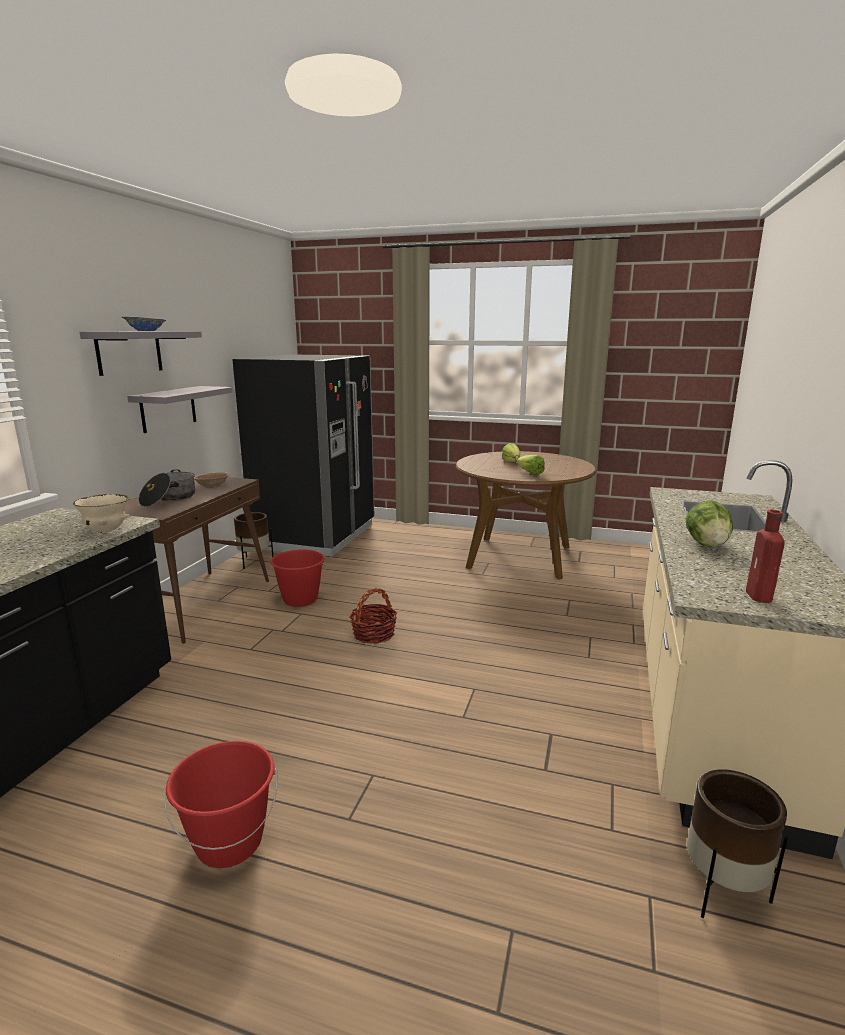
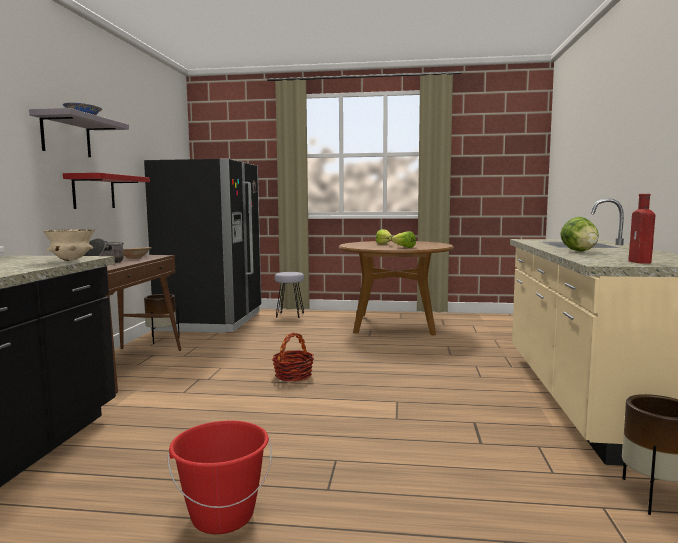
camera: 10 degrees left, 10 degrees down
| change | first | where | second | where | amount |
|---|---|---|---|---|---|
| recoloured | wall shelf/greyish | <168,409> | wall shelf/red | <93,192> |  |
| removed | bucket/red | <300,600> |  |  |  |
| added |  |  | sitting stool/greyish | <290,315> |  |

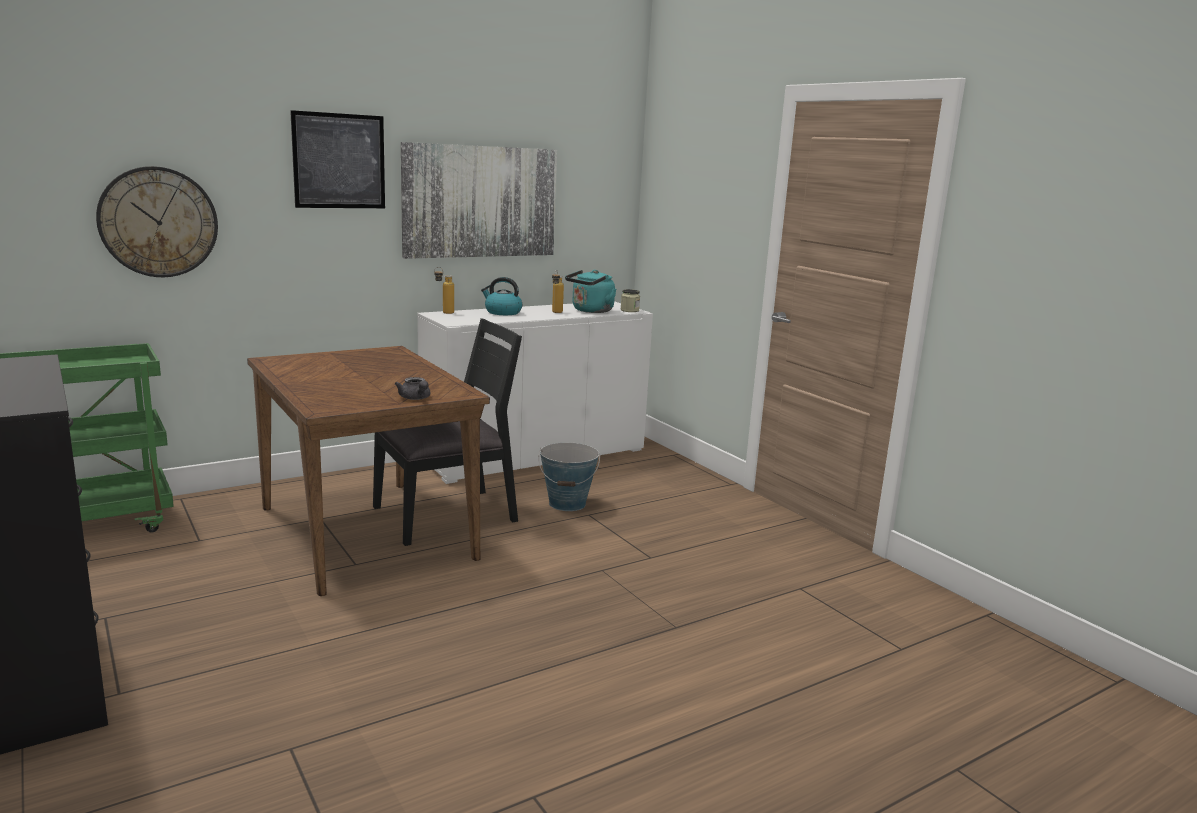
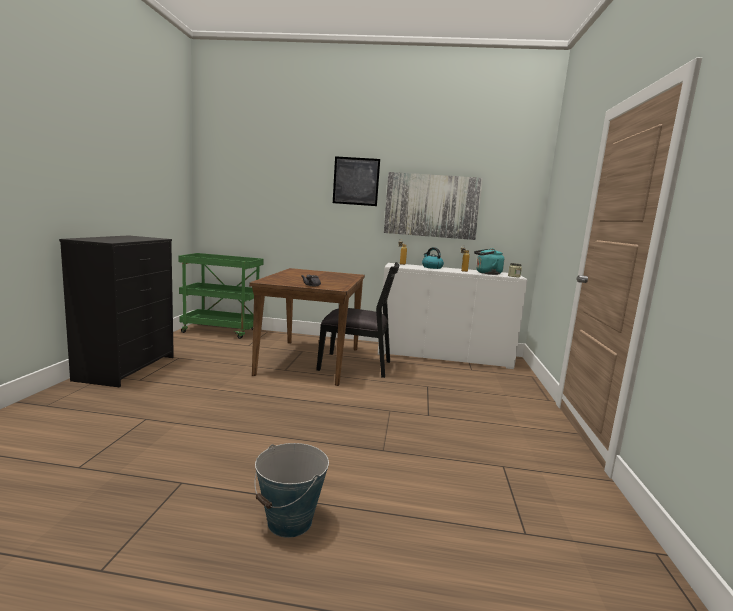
camera: 40 degrees right, 5 degrees down
| change | first | where | second | where | amount |
|---|---|---|---|---|---|
| removed | wall clock | <158,222> |  |  |  |
| moved | bucket | <567,503> |  | <290,521> |  |

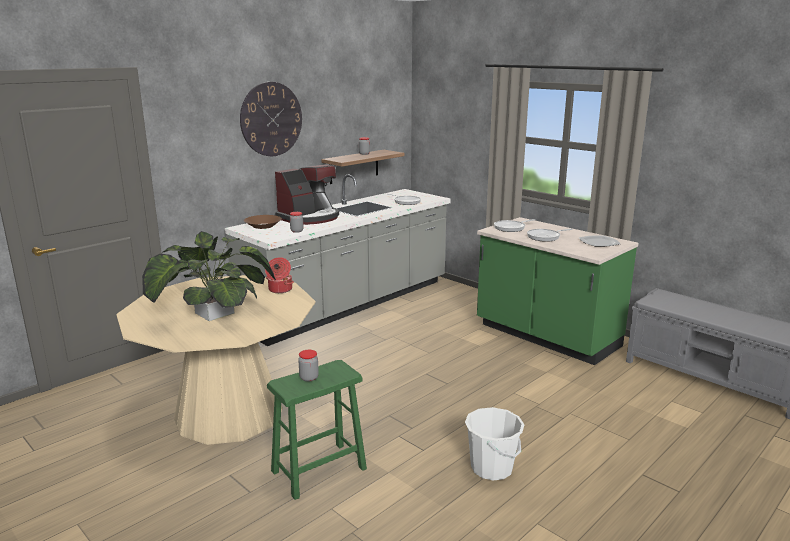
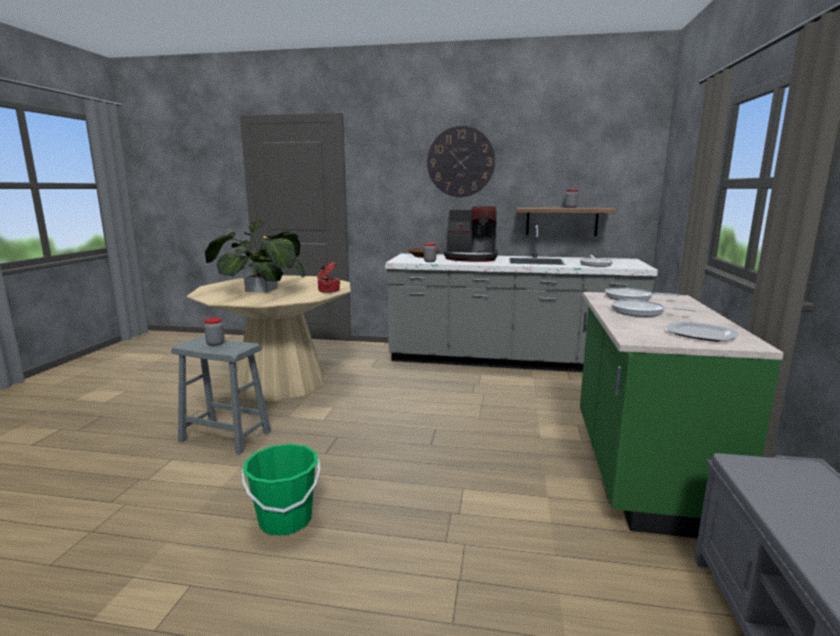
camera: 55 degrees right, 5 degrees down
| change | first | where | second | where | amount |
|---|---|---|---|---|---|
| recoloured | sitting stool/green | <319,470> | sitting stool/greyish | <225,436> |  |
| recoloured | bucket/white | <491,468> | bucket/green | <285,520> |  |

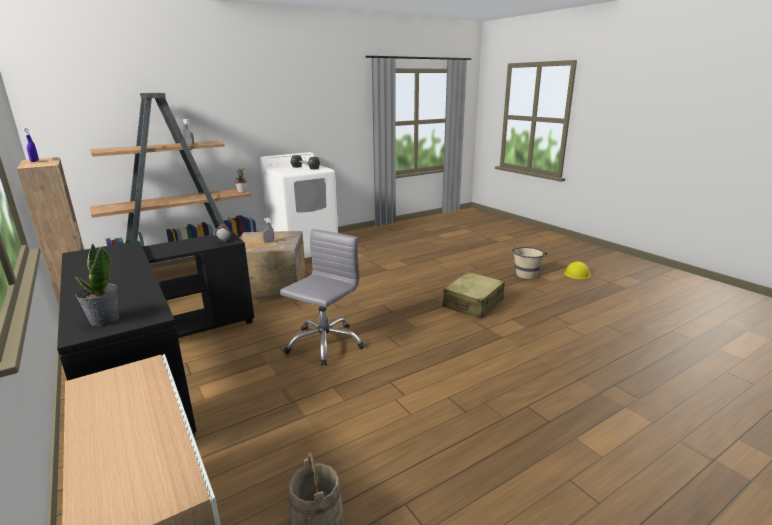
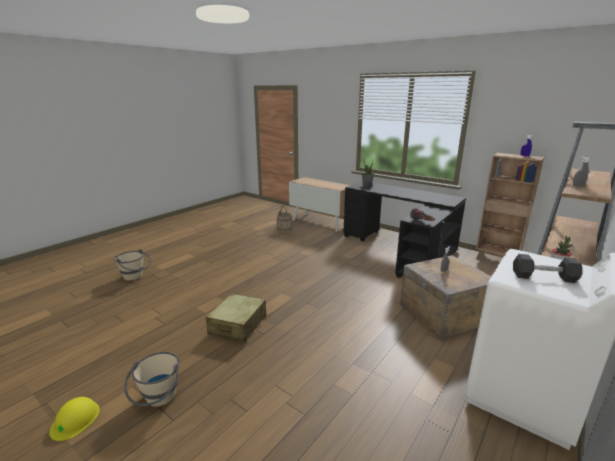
camera: 160 degrees right, 0 degrees up
| change | first | where | second | where | amount |
|---|---|---|---|---|---|
| removed | computer chair/greyish | <324,343> |  |  |  |
| added |  |  | bucket/sand-coloured | <136,277> |  |

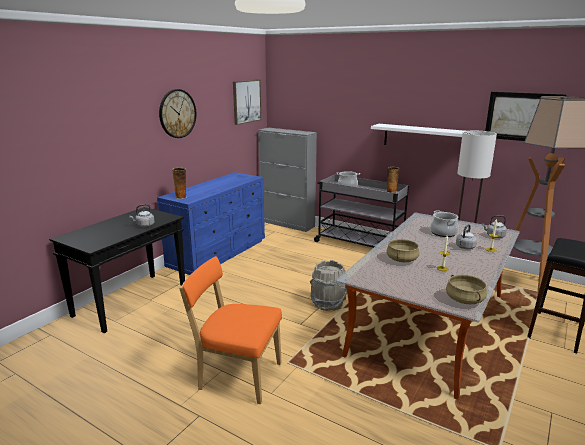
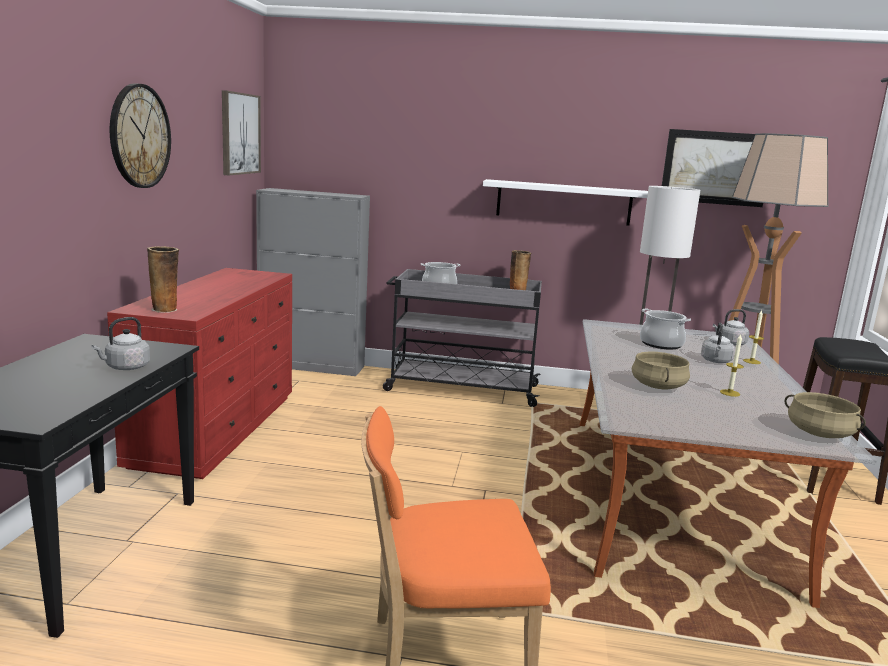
camera: 25 degrees left, 5 degrees down
| change | first | where | second | where | amount |
|---|---|---|---|---|---|
| recoloured | dresser/blue | <219,253> | dresser/red | <217,428> |  |
| removed | bucket/greyish | <328,303> |  |  |  |

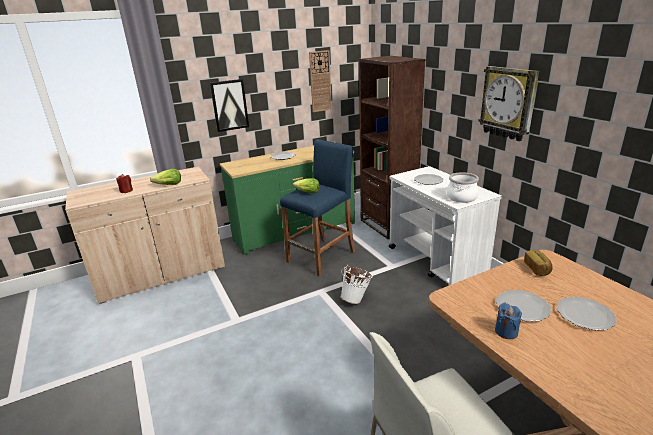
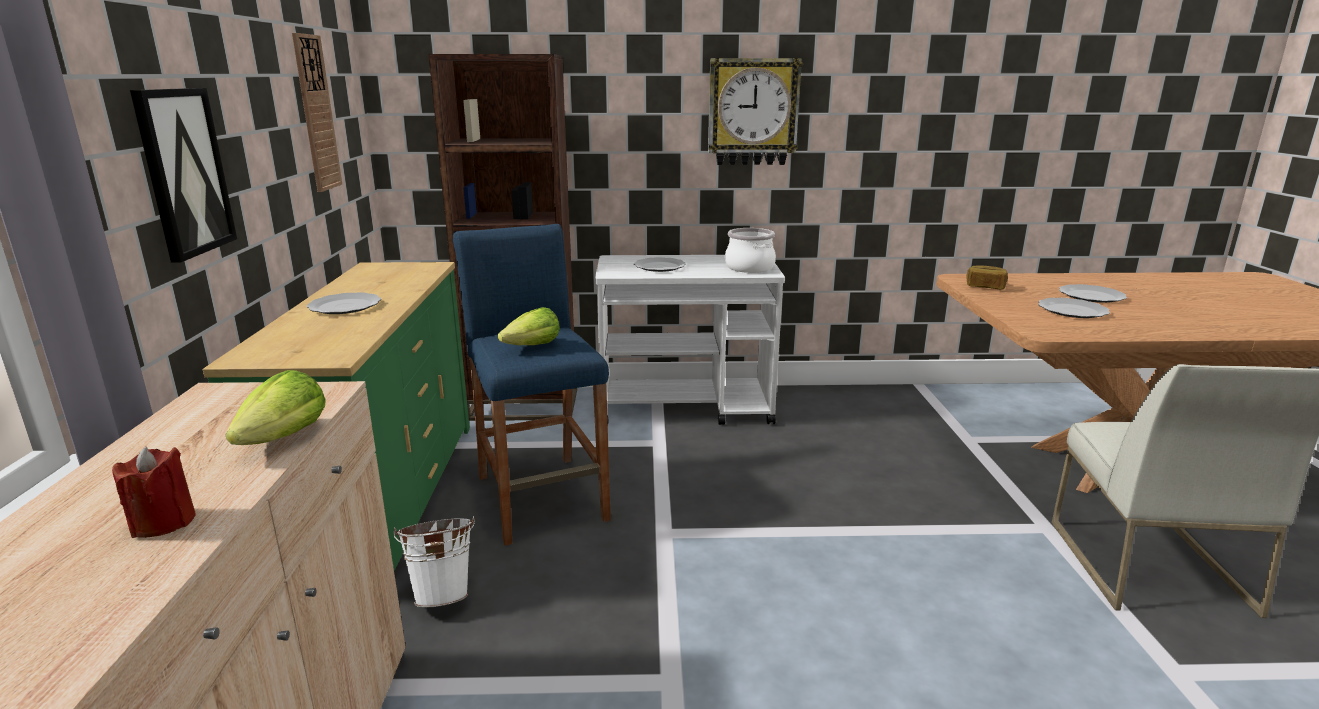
camera: 65 degrees left, 5 degrees down
| change | first | where | second | where | amount |
|---|---|---|---|---|---|
| moved | bucket/white | <356,299> |  | <443,594> |  |
| removed | wax light/blue | <506,332> |  |  |  |

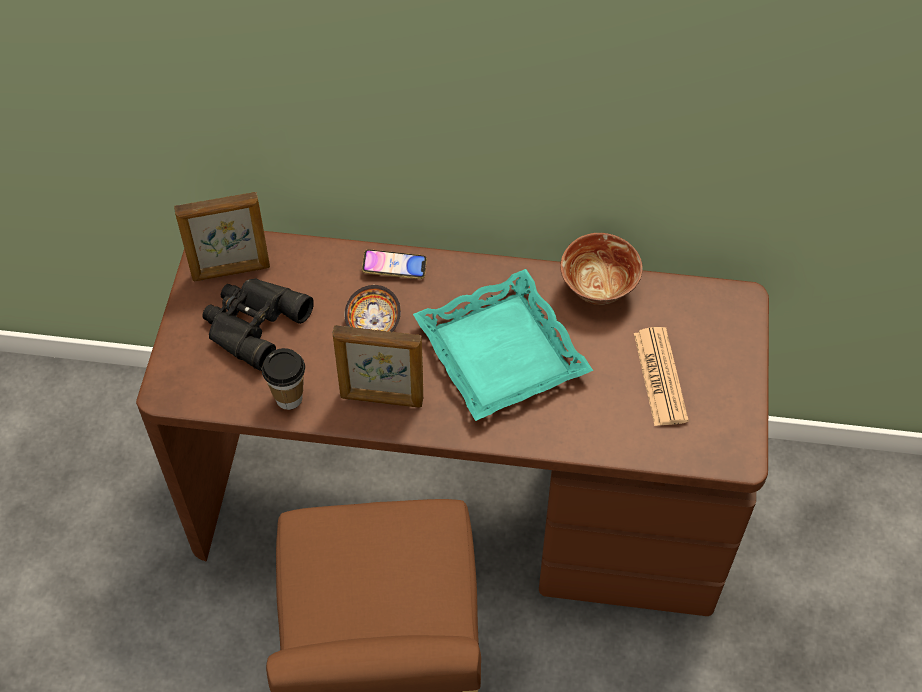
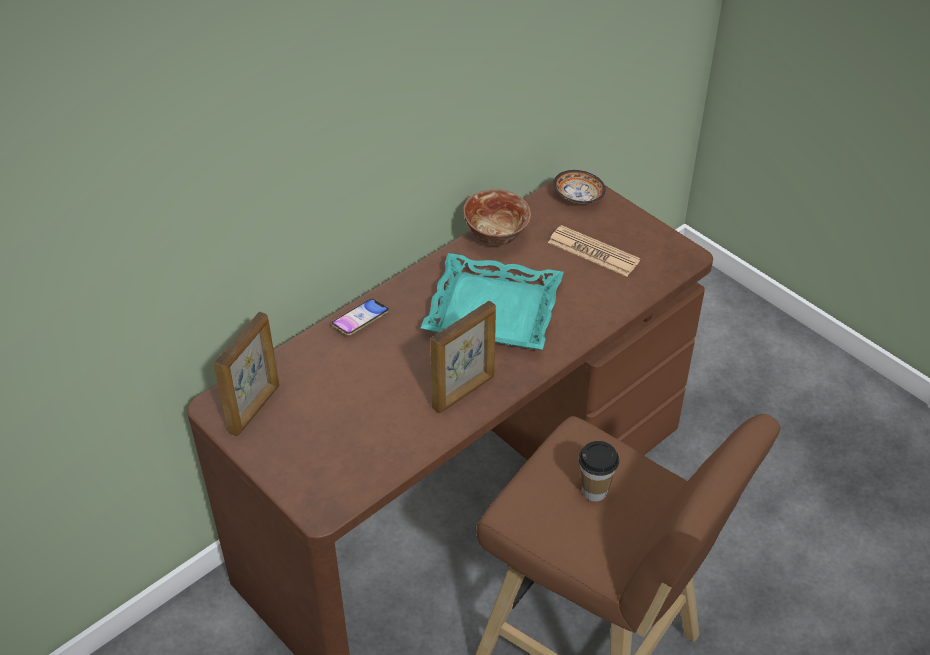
camera: 50 degrees left, 10 degrees down
| change | first | where | second | where | amount |
|---|---|---|---|---|---|
| removed | binoculars/black-coloured | <252,324> |  |  |  |
| moved | cup | <289,398> |  | <594,491> |  |
| moved | deep dish | <373,323> |  | <578,198> |  |

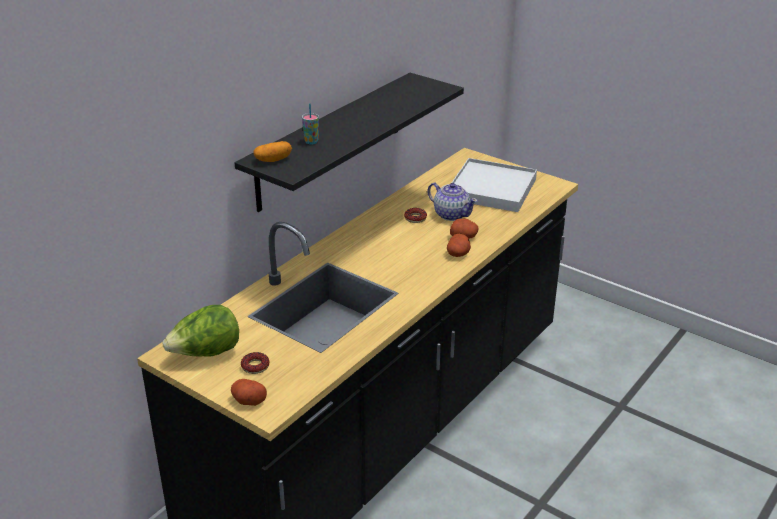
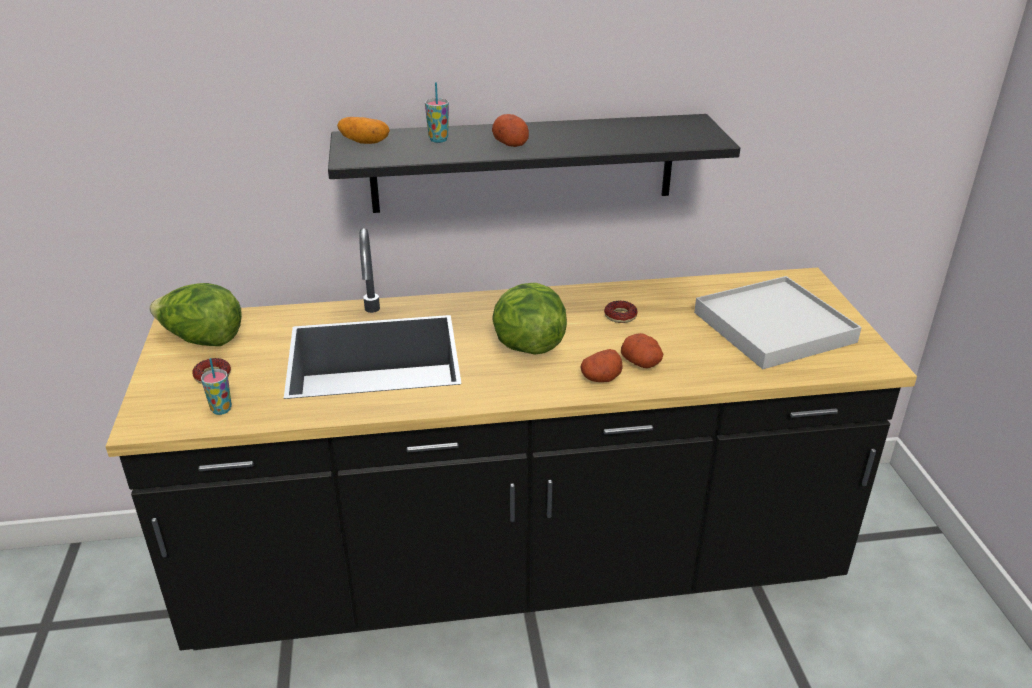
camera: 45 degrees right, 0 degrees up
| change | first | where | second | where | amount |
|---|---|---|---|---|---|
| moved | spud | <248,400> |  | <509,142> |  |
| removed | teapot | <451,214> |  |  |  |
| added |  |  | cup | <221,409> |  |
| added |  |  | lettuce | <527,346> |  |

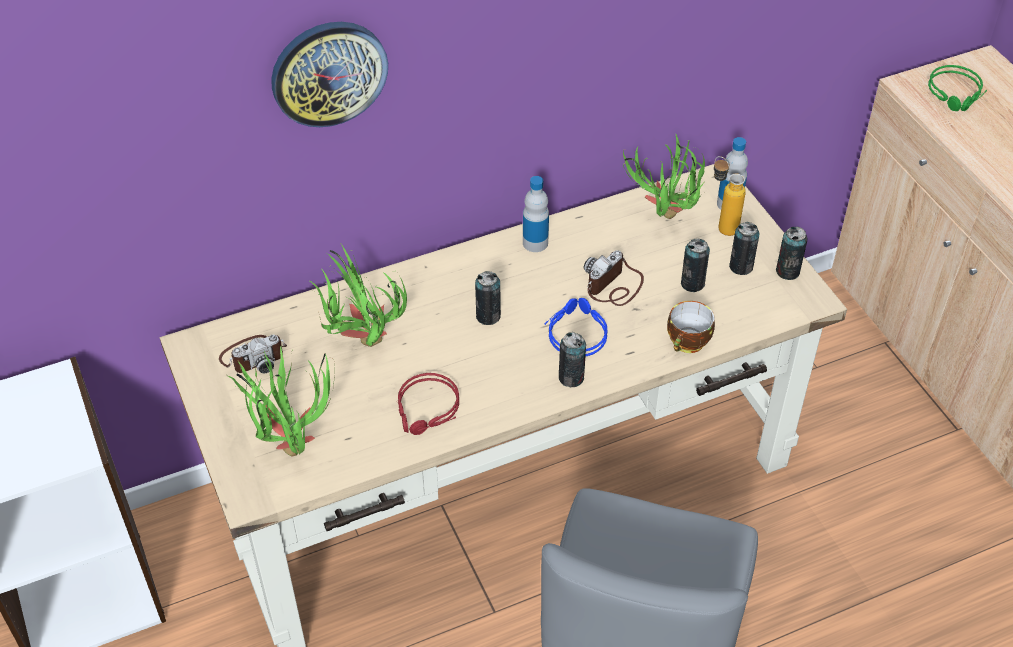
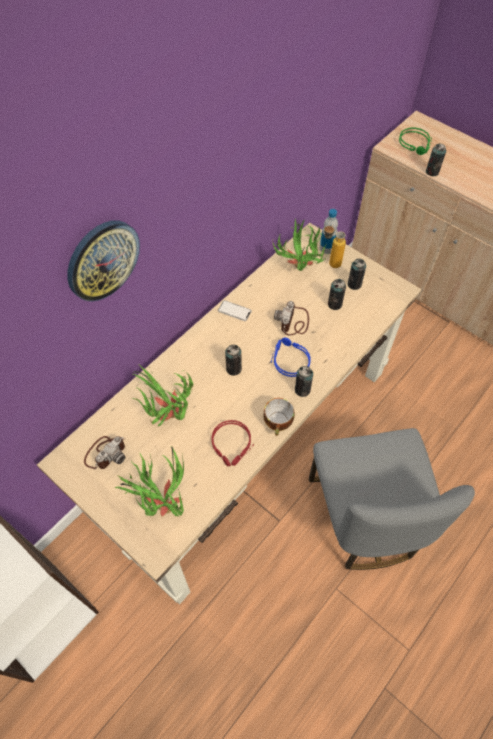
camera: 25 degrees left, 10 degrees up
| change | first | where | second | where | amount |
|---|---|---|---|---|---|
| replaced | beverage bottle | <535,243> | telephone | <234,311> |  |
| moved | cup | <688,343> |  | <278,423> |  |
| moved | can | <787,271> |  | <432,172> |  |

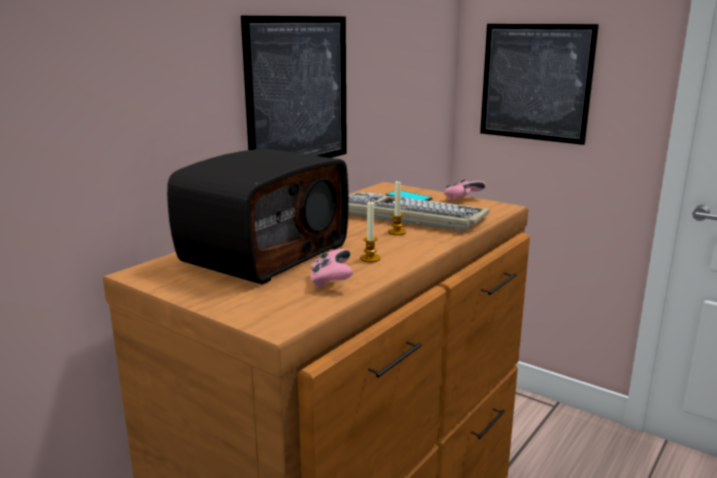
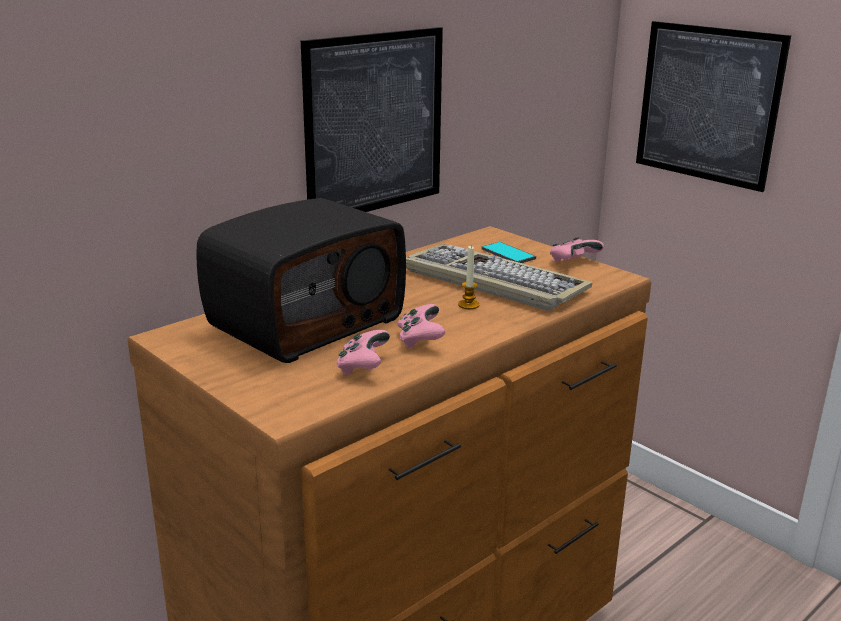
camera: 10 degrees right, 5 degrees up
| change | first | where | second | where | amount |
|---|---|---|---|---|---|
| replaced | wax light | <370,258> | game controller/pink | <420,340> |  |

